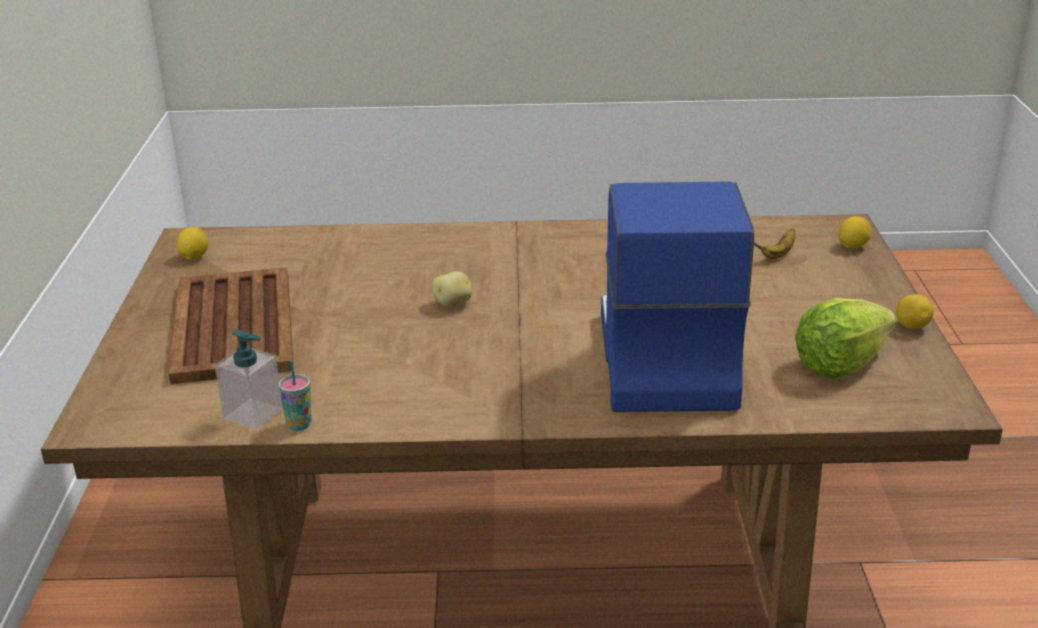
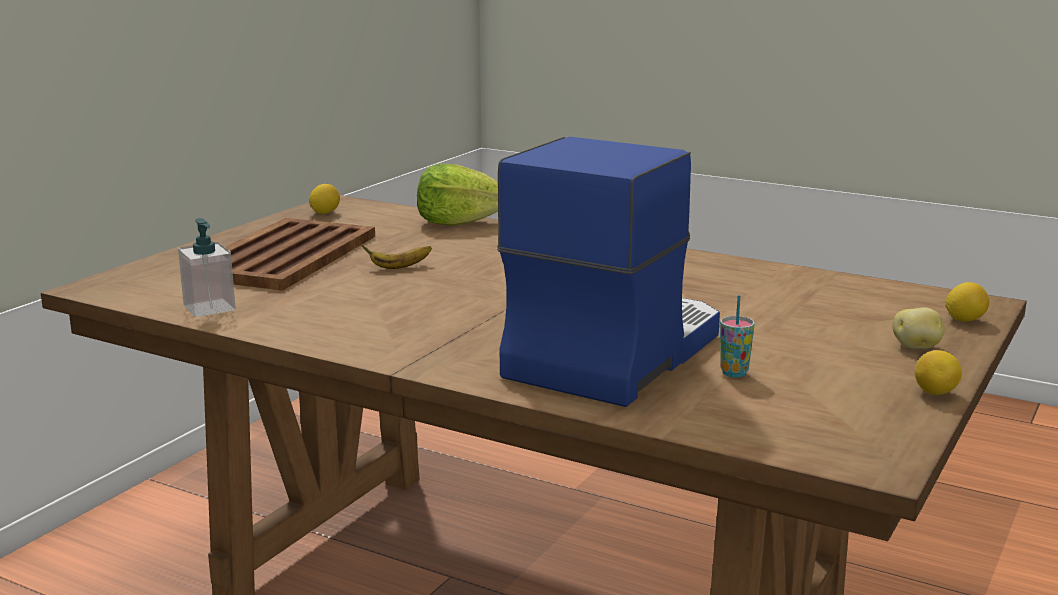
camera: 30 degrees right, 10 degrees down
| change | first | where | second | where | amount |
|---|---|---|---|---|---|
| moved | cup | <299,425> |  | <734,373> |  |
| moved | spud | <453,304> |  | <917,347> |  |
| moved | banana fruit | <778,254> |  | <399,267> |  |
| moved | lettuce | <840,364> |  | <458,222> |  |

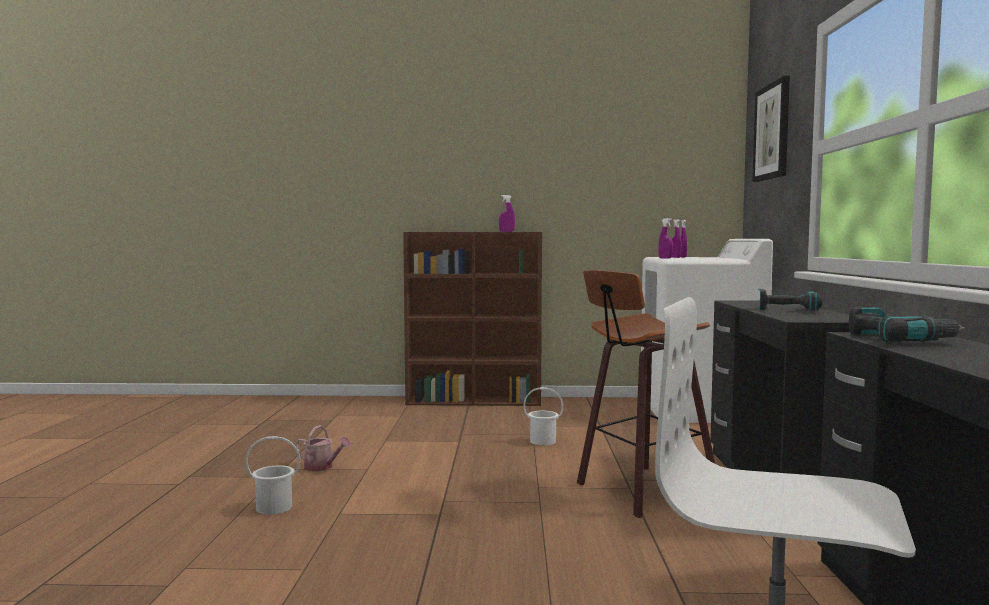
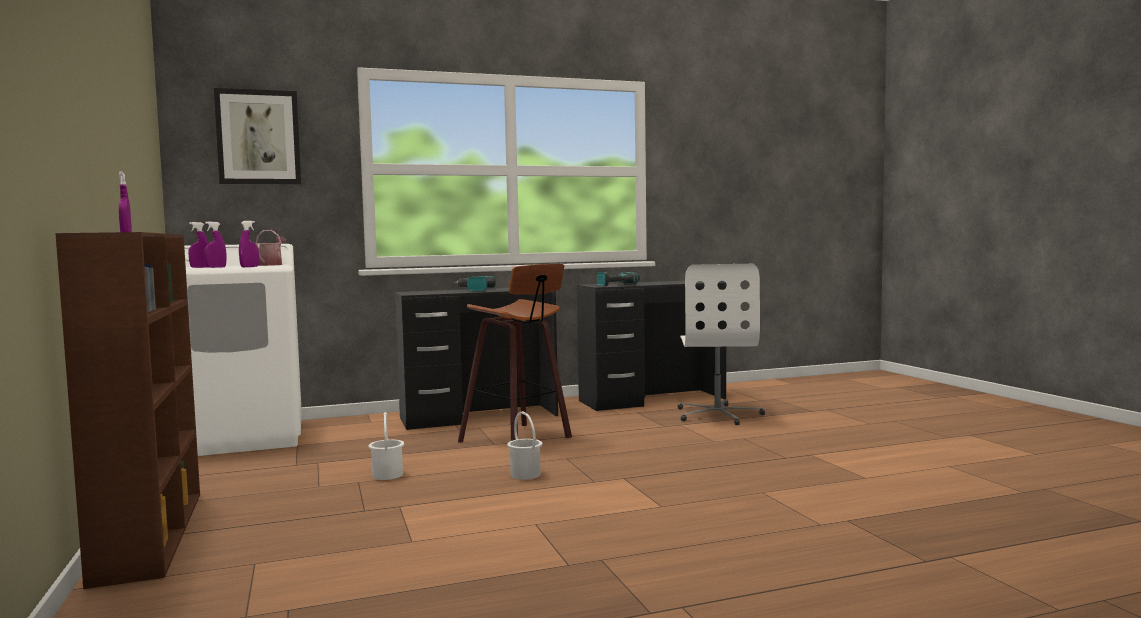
camera: 110 degrees left, 0 degrees up
| change | first | where | second | where | amount |
|---|---|---|---|---|---|
| moved | bucket/white | <274,507> |  | <525,475> |  |
| moved | watering can | <322,467> |  | <271,265> |  |

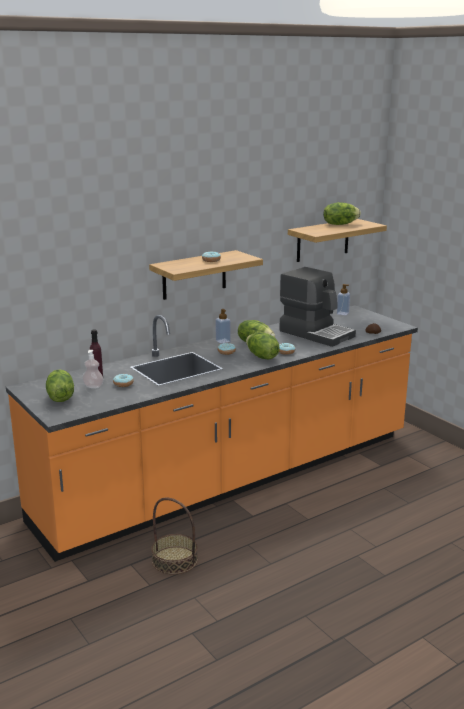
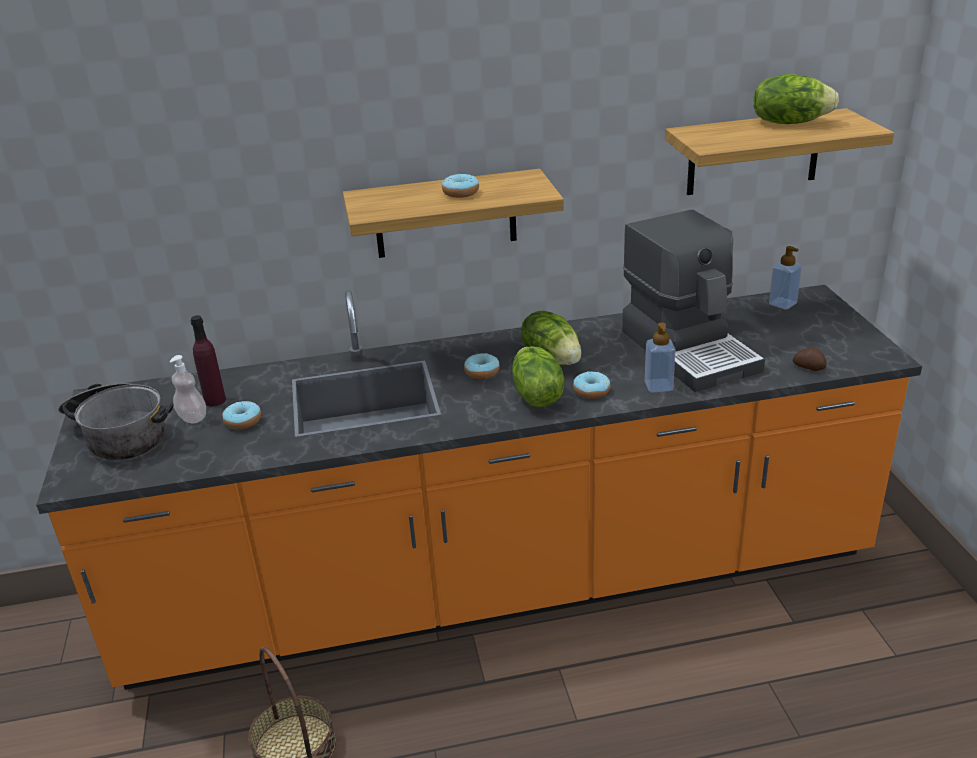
camera: 25 degrees right, 10 degrees up
| change | first | where | second | where | amount |
|---|---|---|---|---|---|
| replaced | lettuce | <60,397> | stockpot | <120,434> |  |
| moved | soap bottle | <223,341> |  | <658,386> |  |

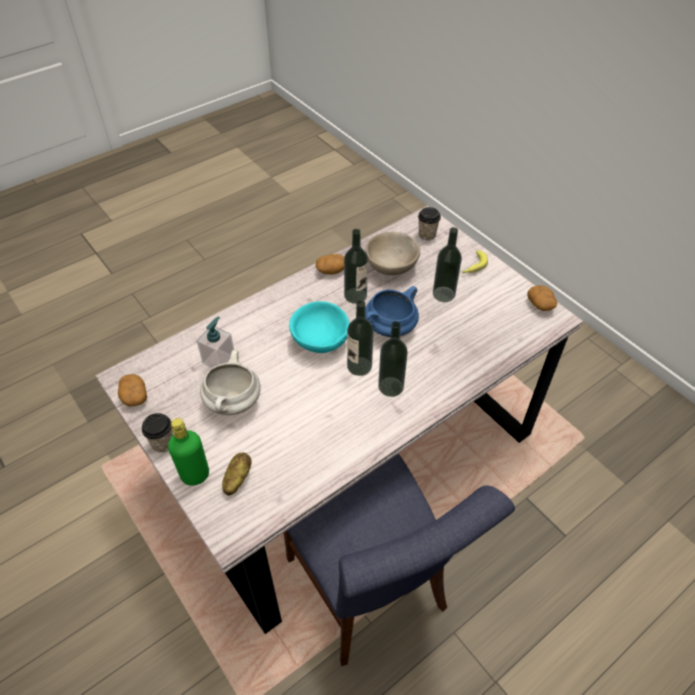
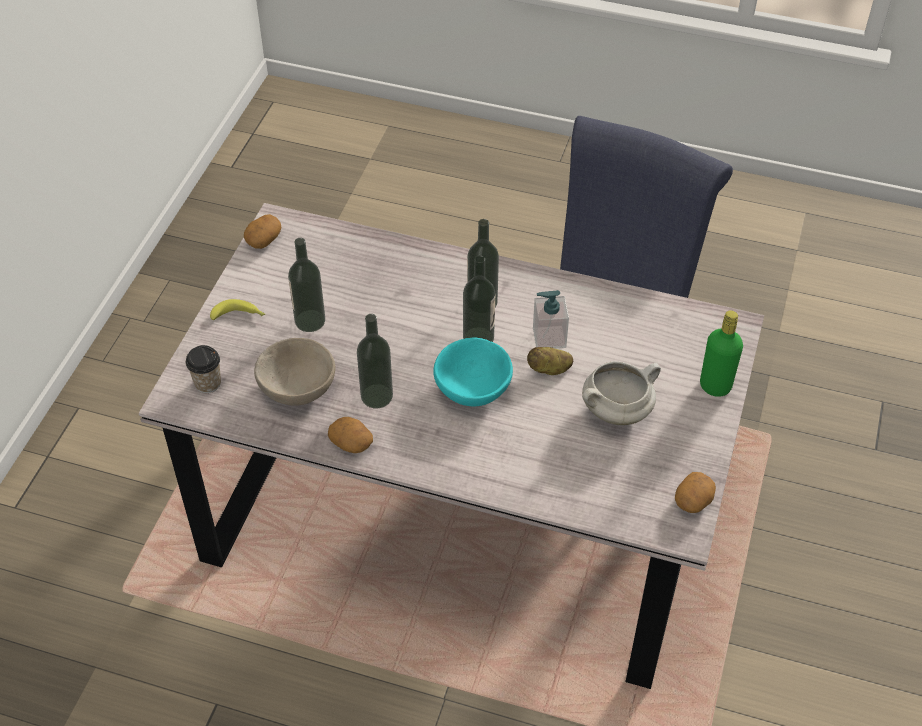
camera: 125 degrees left, 0 degrees up
| change | first | where | second | where | amount |
|---|---|---|---|---|---|
| removed | cup | <163,443> |  |  |  |
| moved | soap bottle | <219,360> |  | <549,338> |  |
| moved | spud | <237,479> |  | <549,369> |  |
| removed | stockpot/blue | <390,328> |  |  |  |

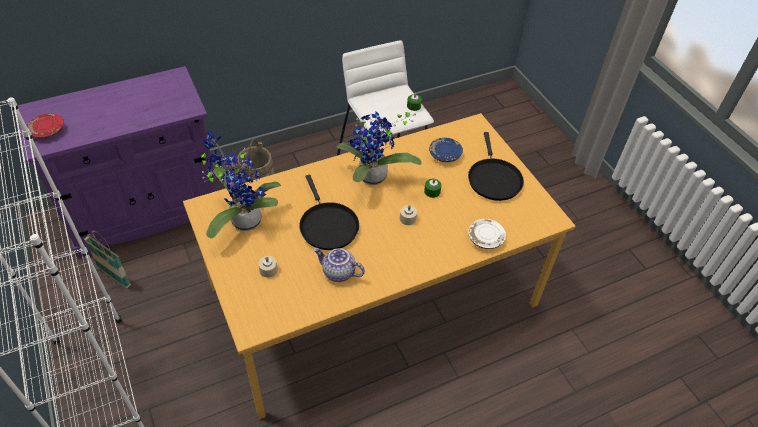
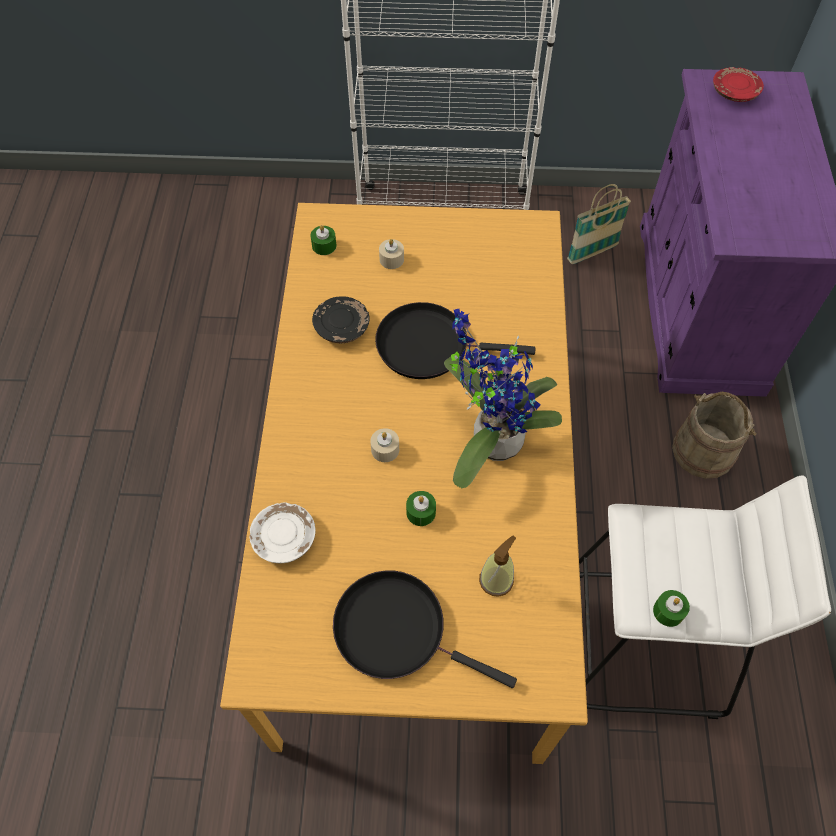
camera: 120 degrees right, 10 degrees up
| change | first | where | second | where | amount |
|---|---|---|---|---|---|
| removed | potted plant | <242,219> |  |  |  |
| replaced | teapot | <338,273> | dinner plate/black-coloured | <341,326> |  |
| replaced | dinner plate/blue | <445,154> | soap bottle | <496,580> |  |
| added |  |  | wax light/green | <324,246> |  |

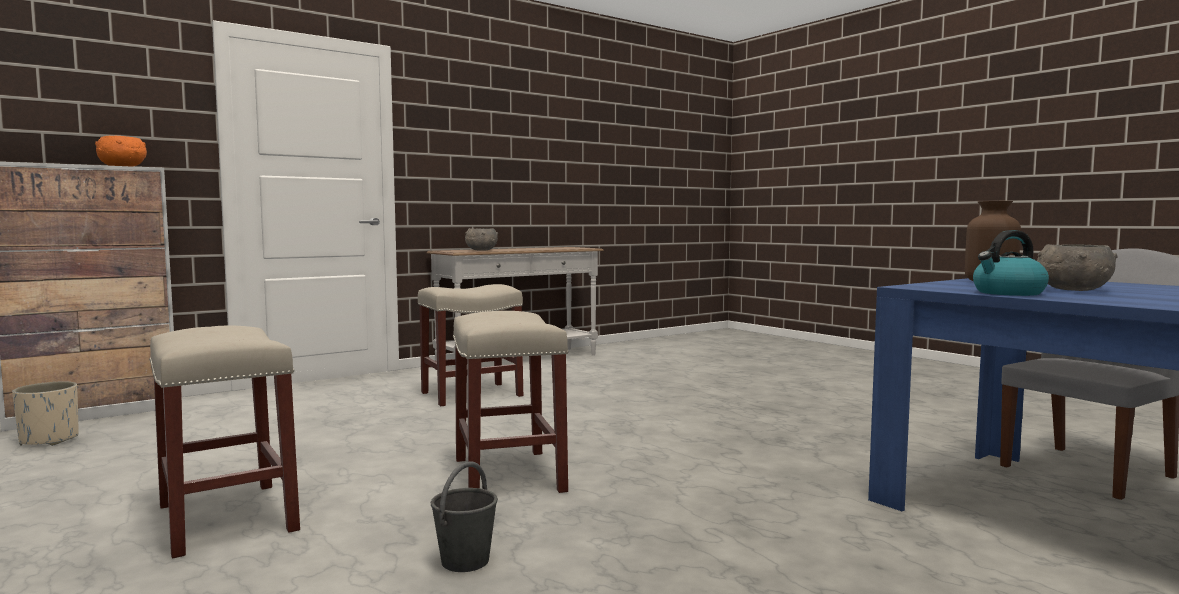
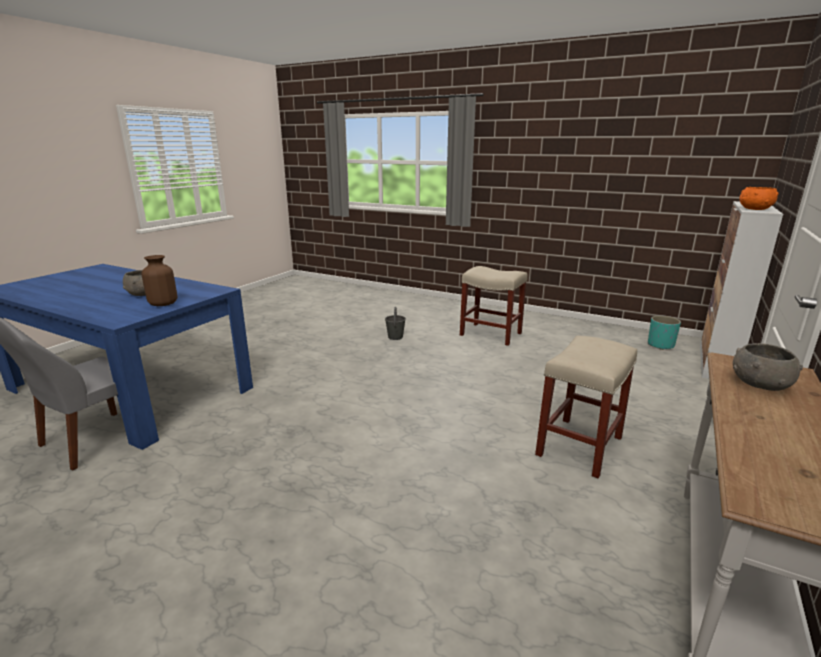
camera: 155 degrees right, 15 degrees up
| change | first | where | second | where | amount |
|---|---|---|---|---|---|
| recoloured | planter/sand-coloured | <49,440> | planter/turquoise-coloured | <660,345> |  |
| removed | sitting stool/sand-coloured | <507,474> |  |  |  |
| removed | water kettle | <1008,293> |  |  |  |

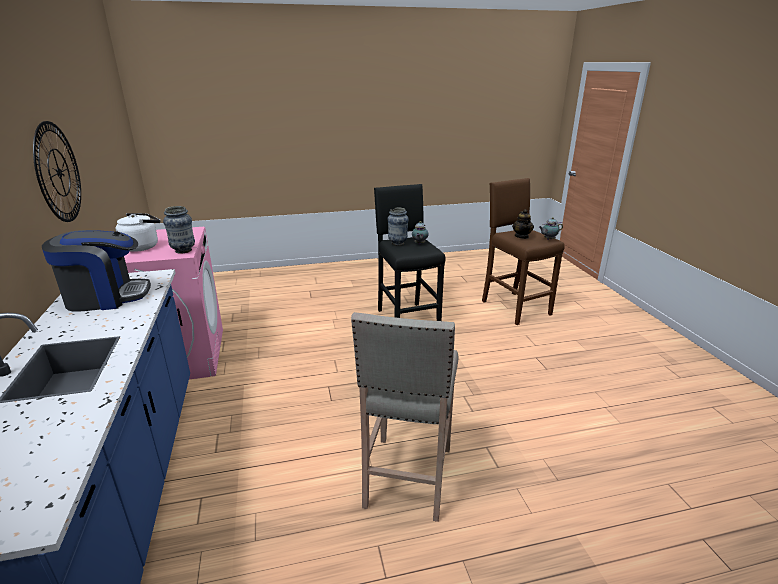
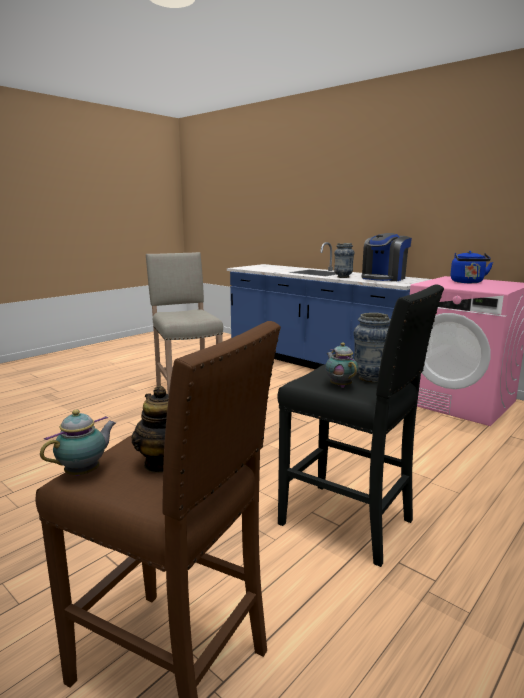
camera: 145 degrees right, 10 degrees down
| change | first | where | second | where | amount |
|---|---|---|---|---|---|
| removed | wall clock | <58,172> |  |  |  |
| recoloured | water kettle/white | <142,246> | water kettle/blue | <467,282> |  |
| moved | vase | <183,250> |  | <343,277> |  |

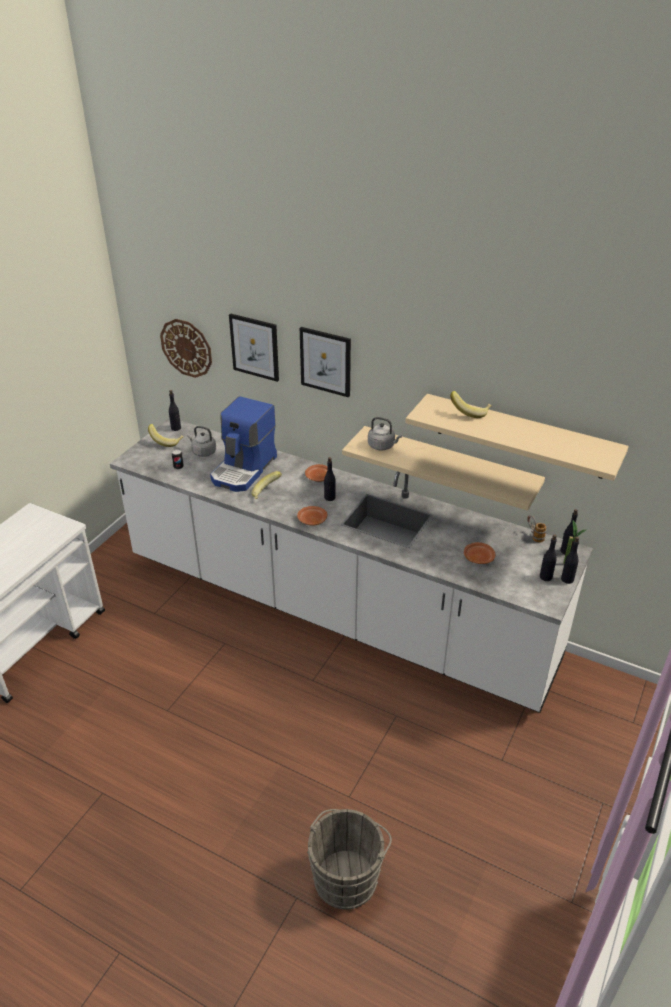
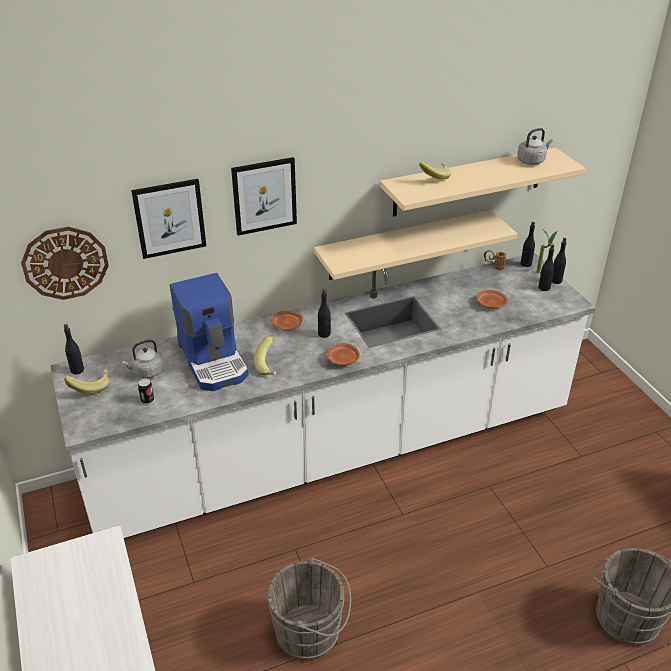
camera: 50 degrees left, 0 degrees up
| change | first | where | second | where | amount |
|---|---|---|---|---|---|
| moved | water kettle/greyish | <382,446> |  | <532,161> |  |
| added |  |  | bucket/greyish | <311,633> |  |

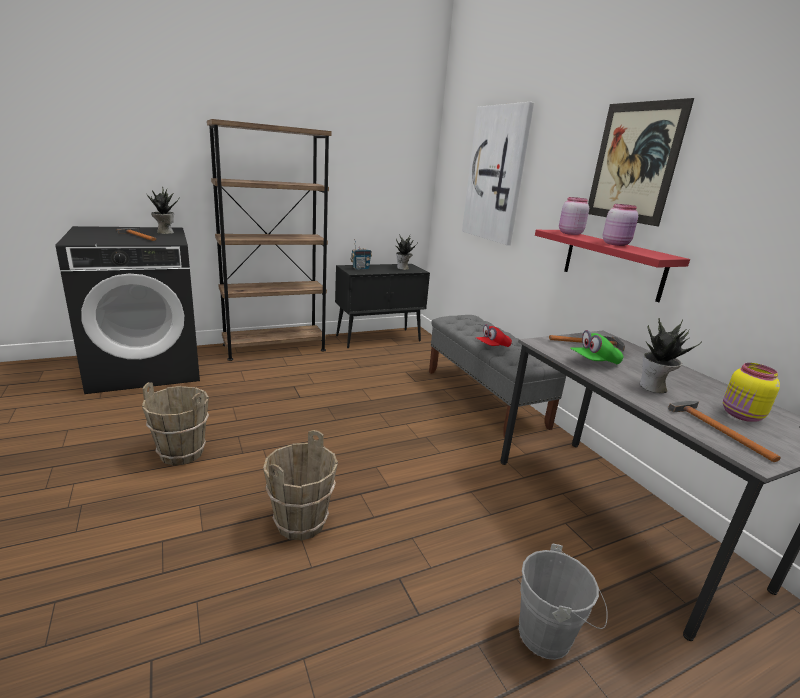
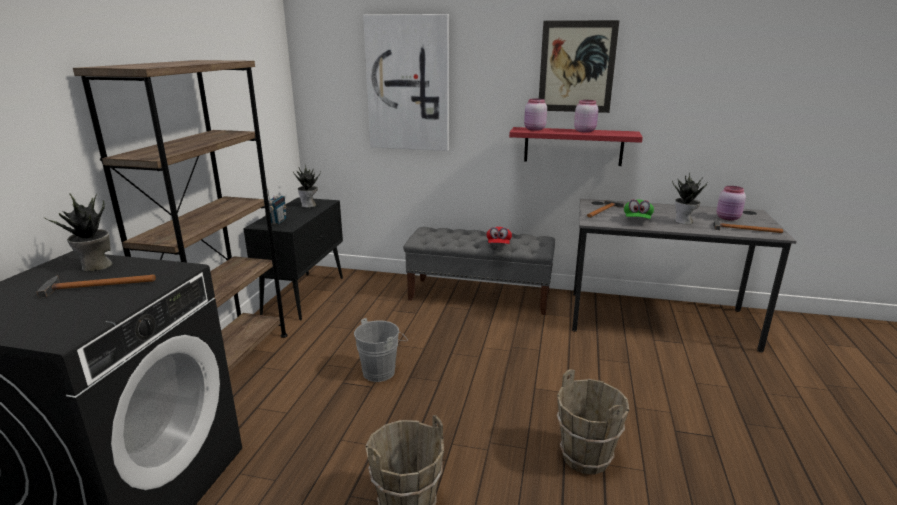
camera: 50 degrees left, 0 degrees up
| change | first | where | second | where | amount |
|---|---|---|---|---|---|
| moved | bucket/greyish | <550,636> |  | <382,371> |  |
| recoloured | preserve jar/yellowish | <741,416> | preserve jar/pink | <728,218> |  |

